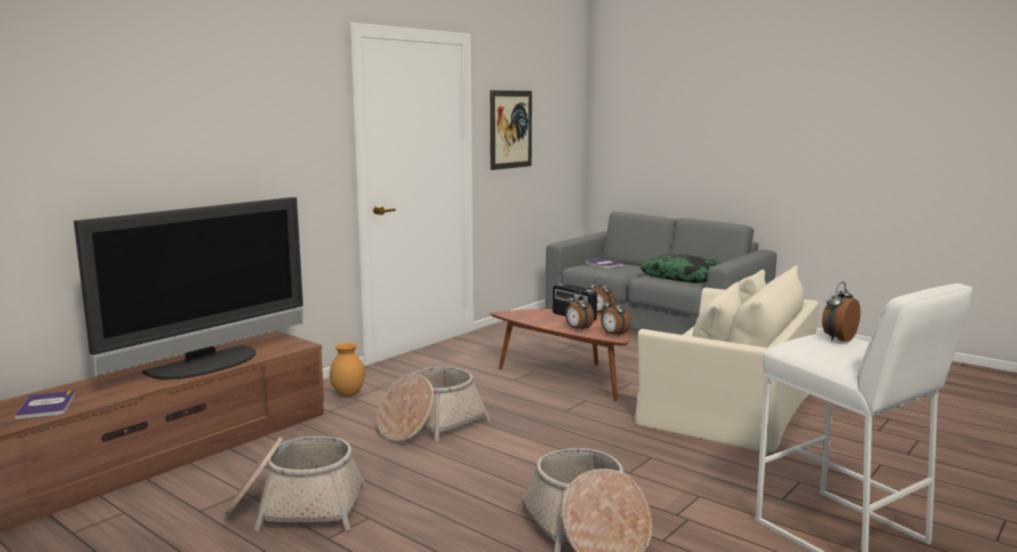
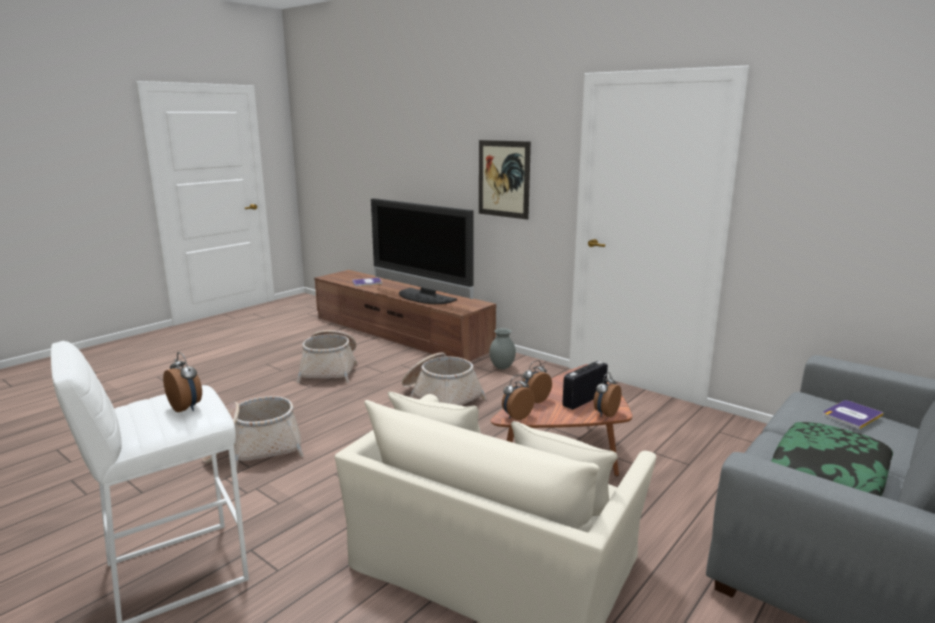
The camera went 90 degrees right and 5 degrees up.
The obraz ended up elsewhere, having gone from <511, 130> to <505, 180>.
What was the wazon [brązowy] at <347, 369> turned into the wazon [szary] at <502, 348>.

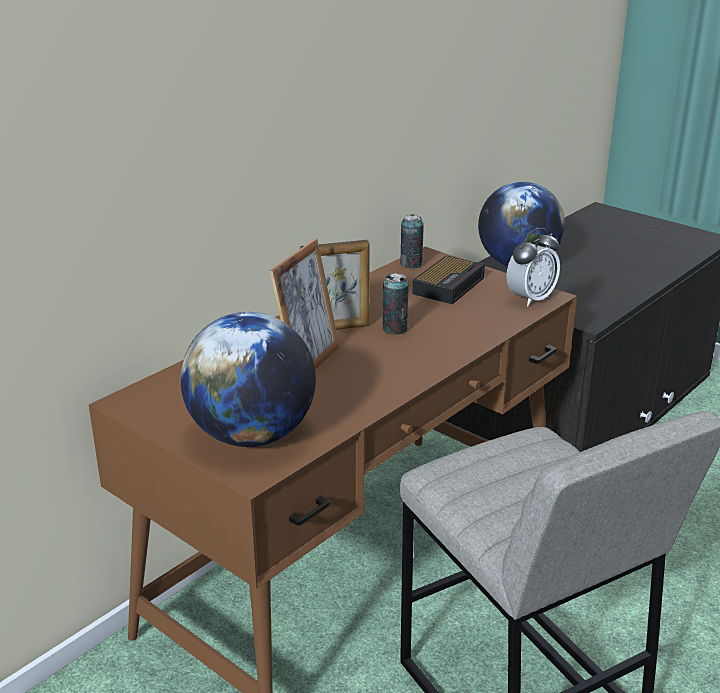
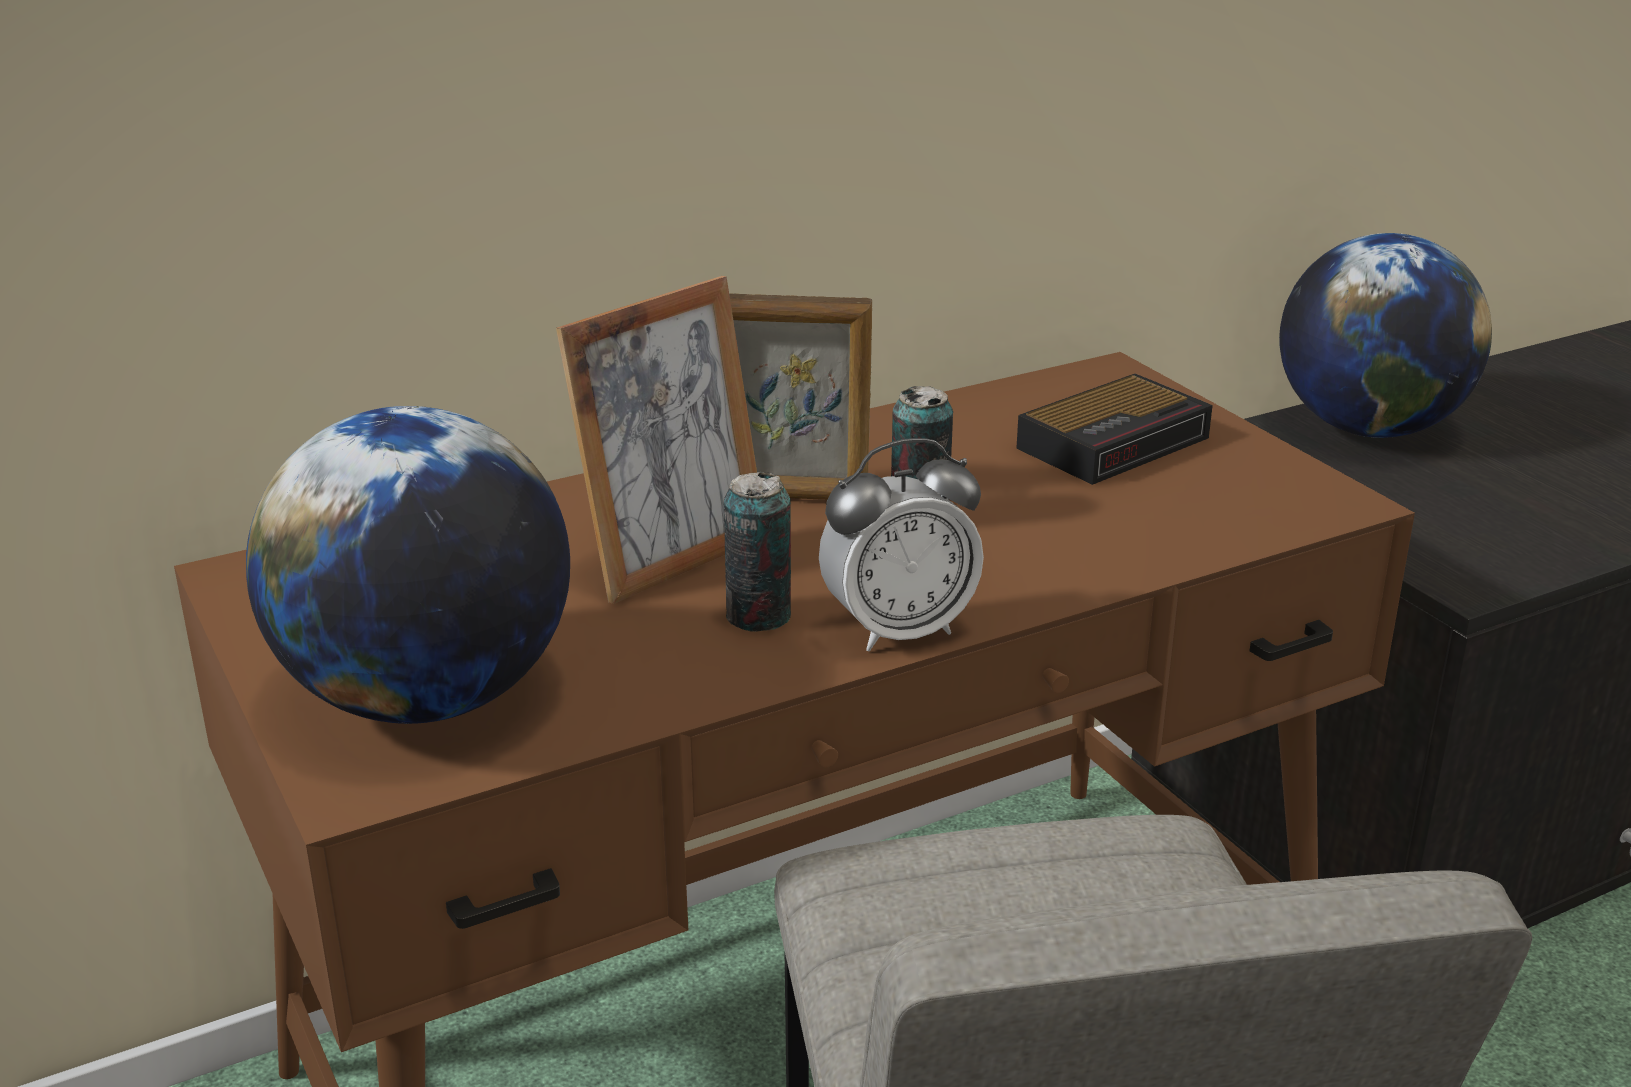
The camera went 20 degrees right and 0 degrees up.
The puszka ended up elsewhere, having gone from <412, 241> to <757, 552>.
The budzik ended up elsewhere, having gone from <533, 267> to <901, 545>.

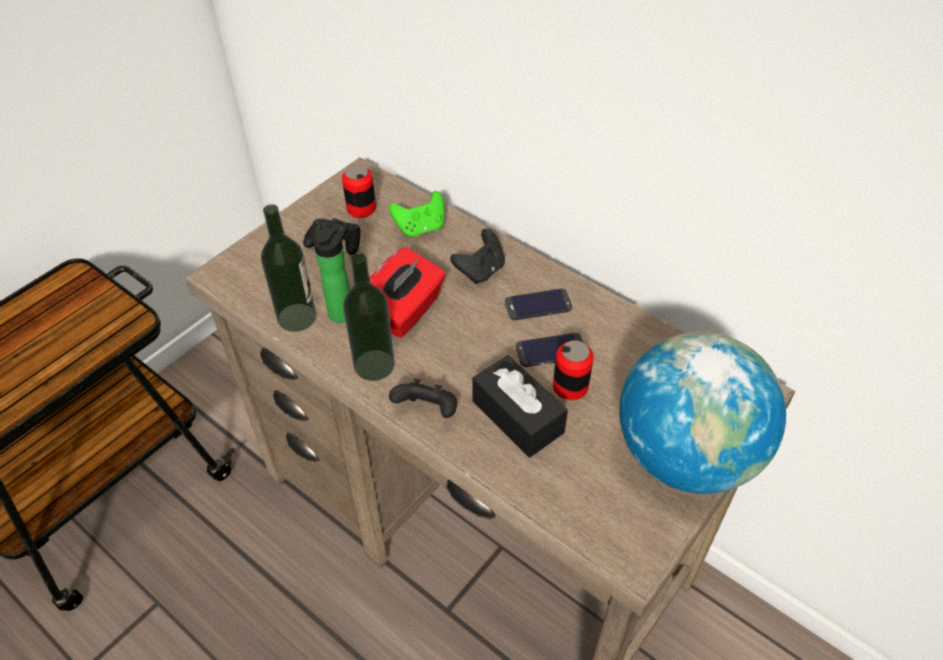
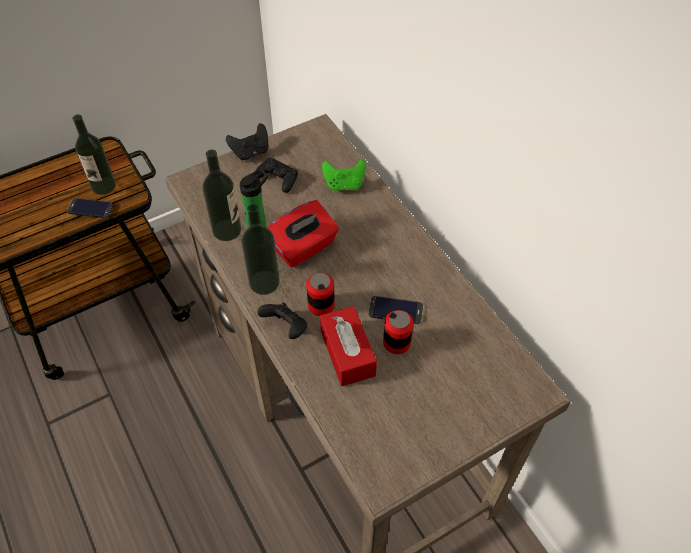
The camera went 20 degrees right and 5 degrees up.
The second view lost the globus at <702, 413>.
The second view gained the butelka at <94, 154>.
The puszka ended up elsewhere, having gone from <359, 191> to <320, 294>.
The pad do gier [czarny] ended up elsewhere, having gone from <477, 256> to <247, 142>.
The telefon ended up elsewhere, having gone from <539, 304> to <90, 208>.
What was the pudełko chusteczek [czarny] at <520, 406> turned into the pudełko chusteczek [czerwony] at <348, 346>.

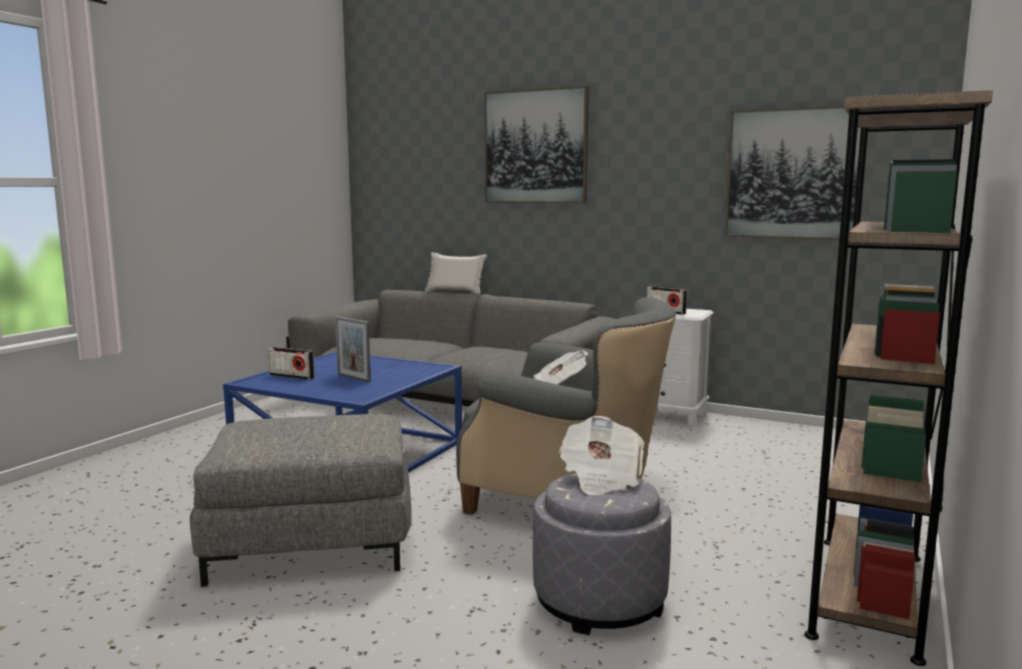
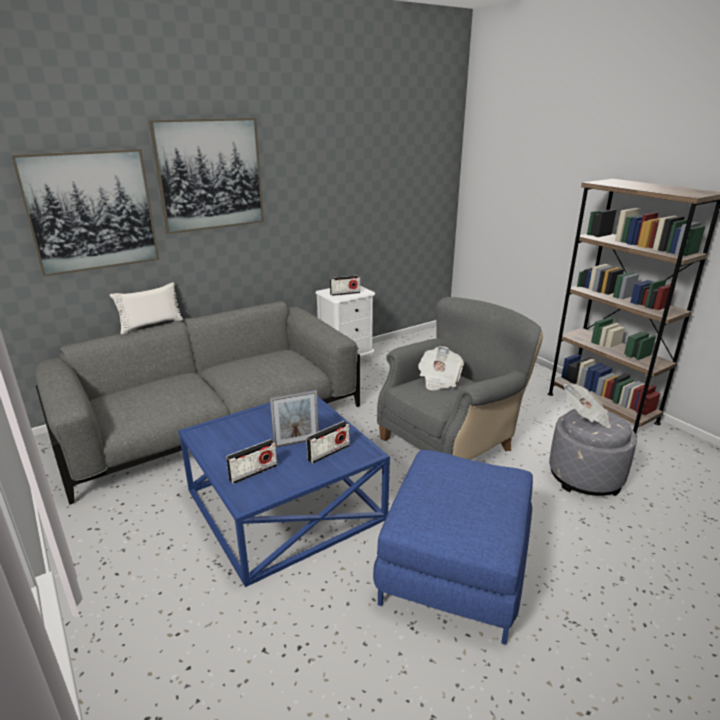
The camera went 60 degrees left and 15 degrees up.
The second view gained the radio at <328, 442>.
The obraz ended up elsewhere, having gone from <793, 173> to <85, 213>.
What was the pufa [szary] at <301, 500> turned into the pufa [niebieski] at <453, 547>.

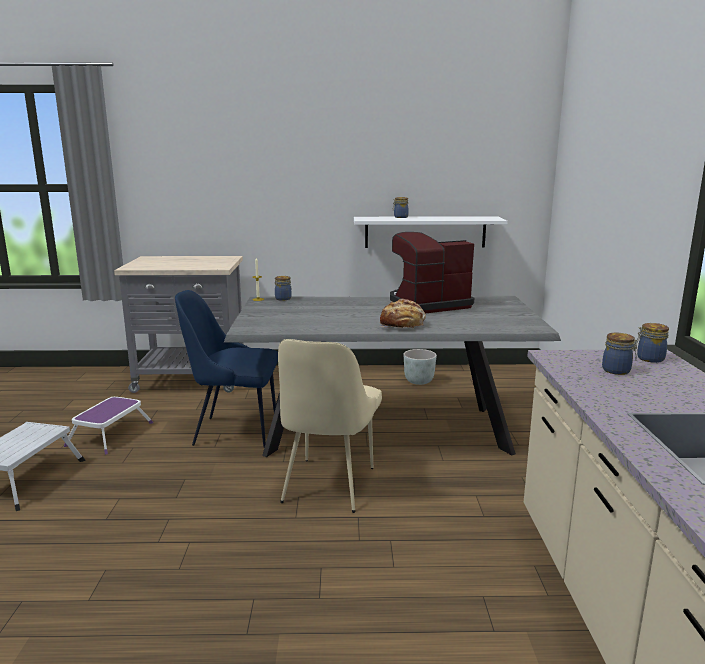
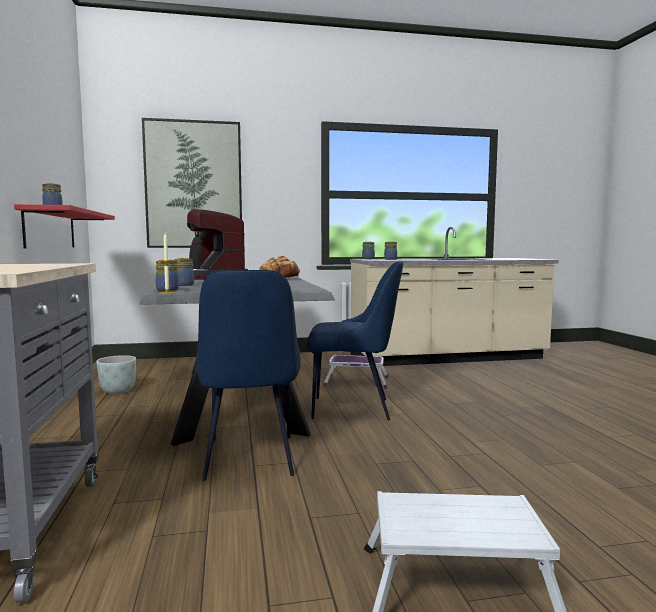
The camera went 100 degrees left and 10 degrees down.
The second view gained the obraz at <192, 183>.
The second view gained the słoik at <184, 272>.
The drabinka [fioletowy] ended up elsewhere, having gone from <108, 426> to <356, 372>.
What was the krzesło [beżowy] at <330, 426> turned into the krzesło [niebieski] at <355, 340>.
What was the półka [biały] at <431, 232> turned into the półka [czerwony] at <64, 226>.

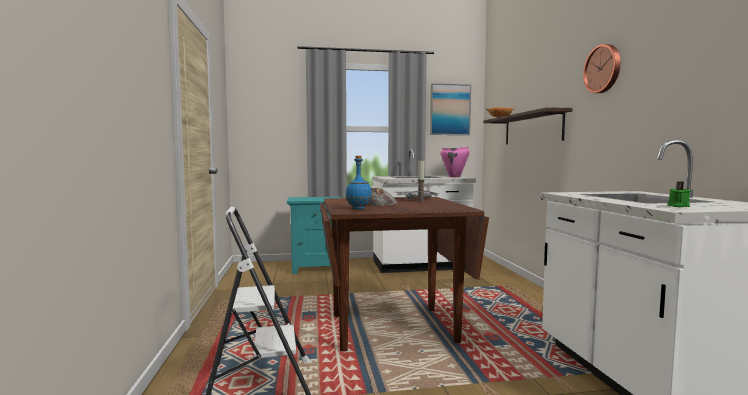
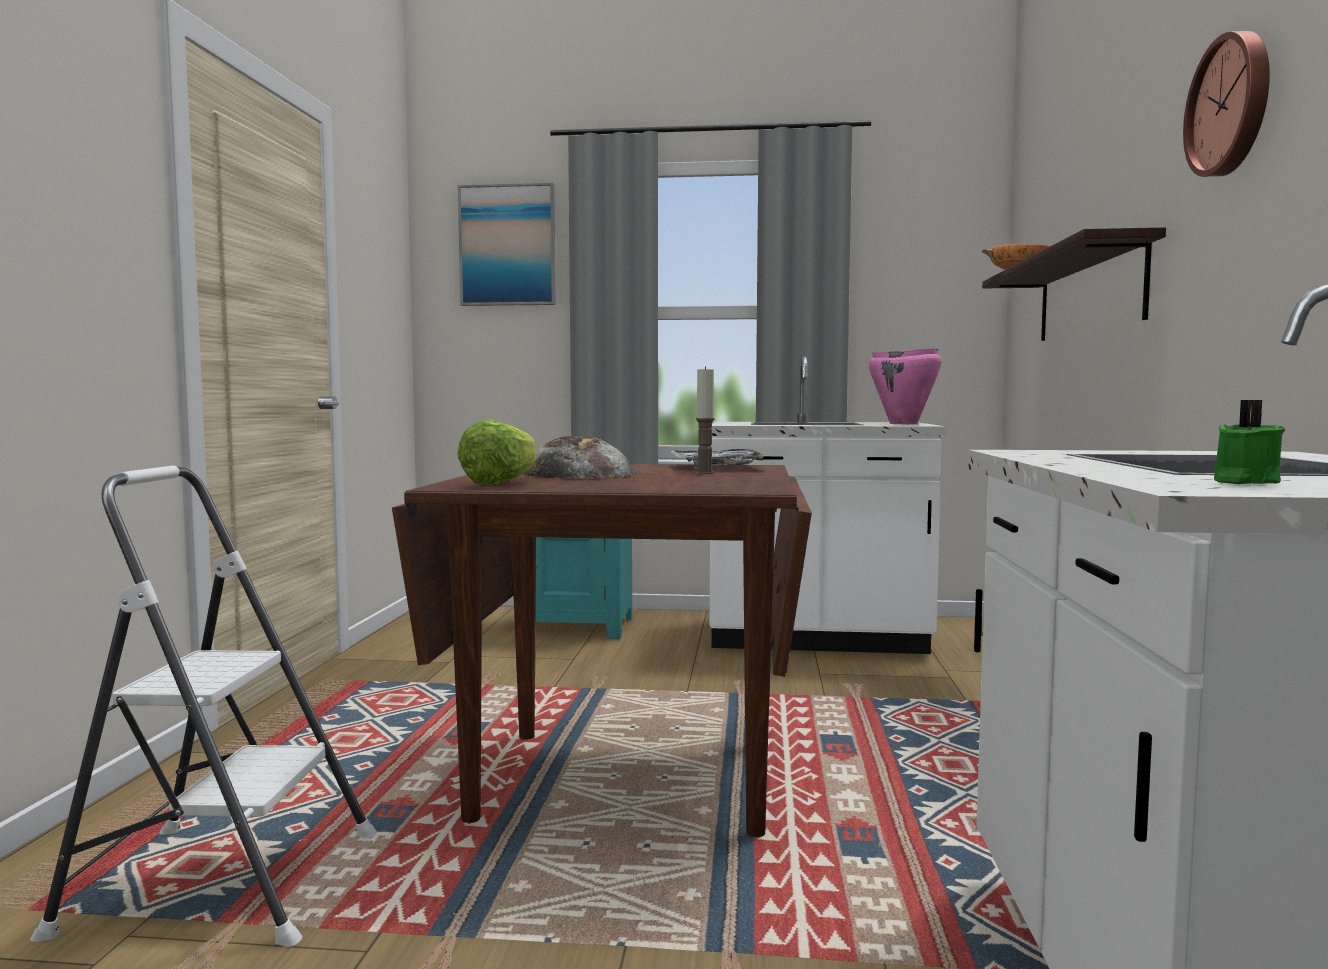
The camera went 15 degrees right and 0 degrees up.
The obraz ended up elsewhere, having gone from <450, 109> to <507, 244>.
Where the butelka [niebieski] stood at <358, 183>, the sałata came to stand at <496, 452>.

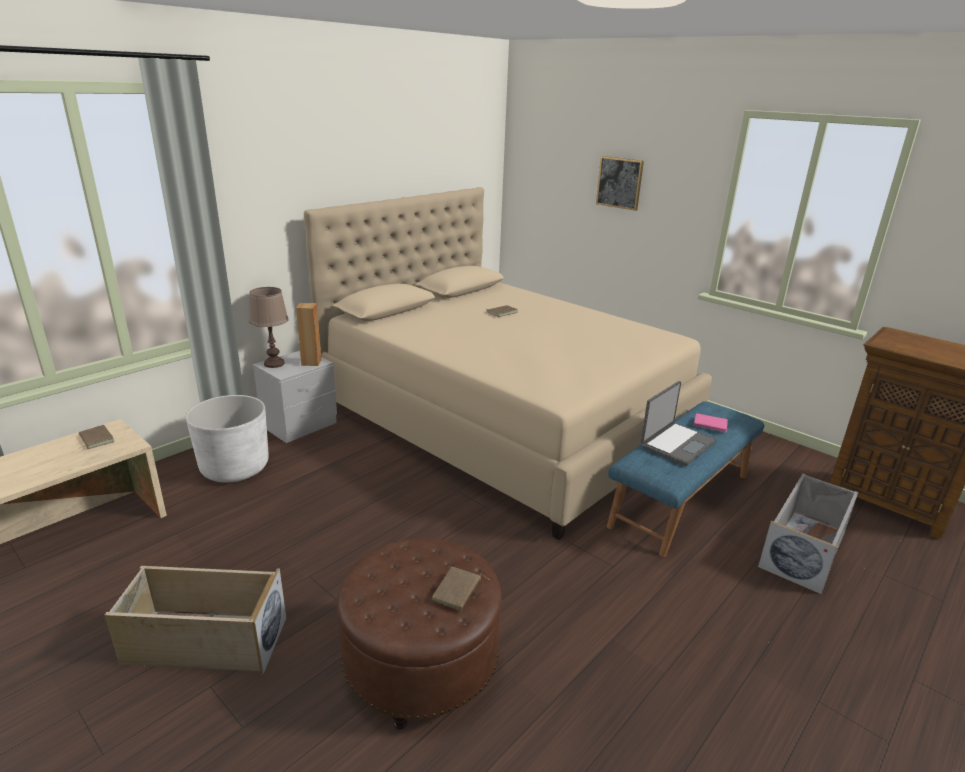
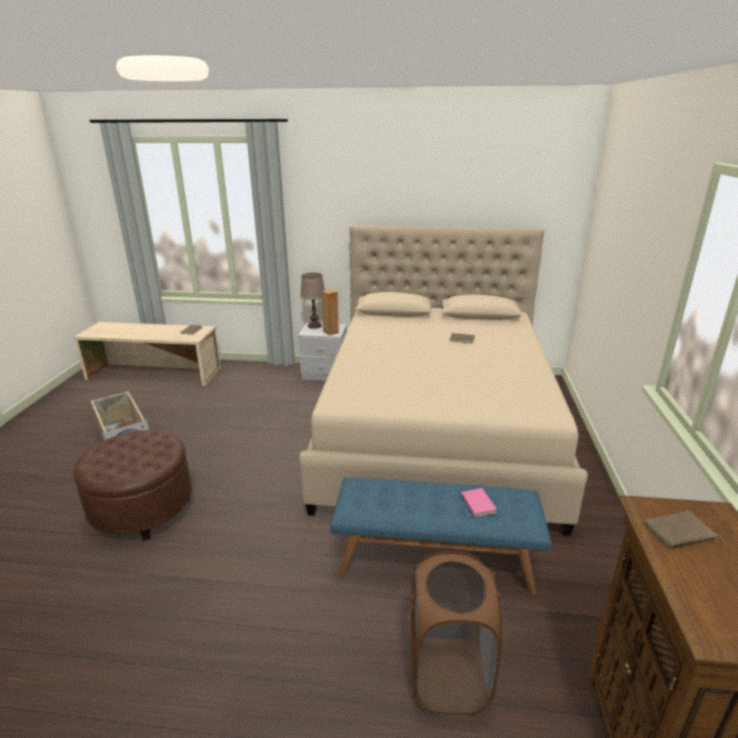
The camera went 55 degrees right and 0 degrees up.
The second view lost the donica [biały] at <227, 439>.
The second view lost the obraz at <620, 183>.
The second view lost the laptop at <679, 423>.
The książka [brązowy] ended up elsewhere, having gone from <461, 589> to <685, 530>.
Where the pojemnik do przechowywania [szary] stood at <808, 533>, the kosz na pranie [brązowy] came to stand at <456, 633>.

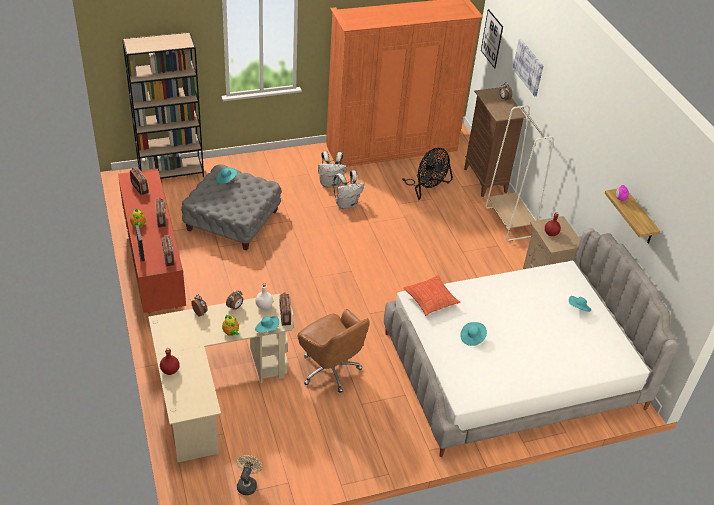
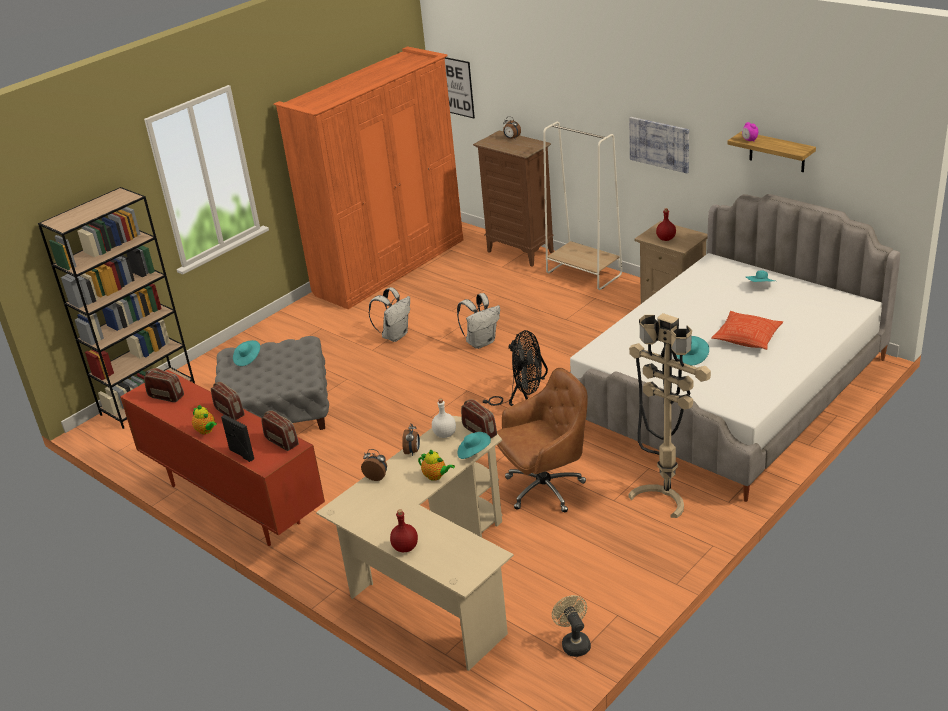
The camera went 25 degrees left and 10 degrees down.
The second view gained the lampa stojąca [beżowy] at <669, 415>.
The plecak [biały] ended up elsewhere, having gone from <332, 169> to <478, 321>.
The wentylator [czarny] ended up elsewhere, having gone from <427, 174> to <515, 368>.
The poduszka [pomarańczowy] ended up elsewhere, having gone from <431, 295> to <747, 330>.
The obraz ended up elsewhere, having gone from <528, 68> to <659, 145>.
The krzesło biurowe [brązowy] at <333, 351> ended up facing another way, 45 degrees counterclockwise from before.

